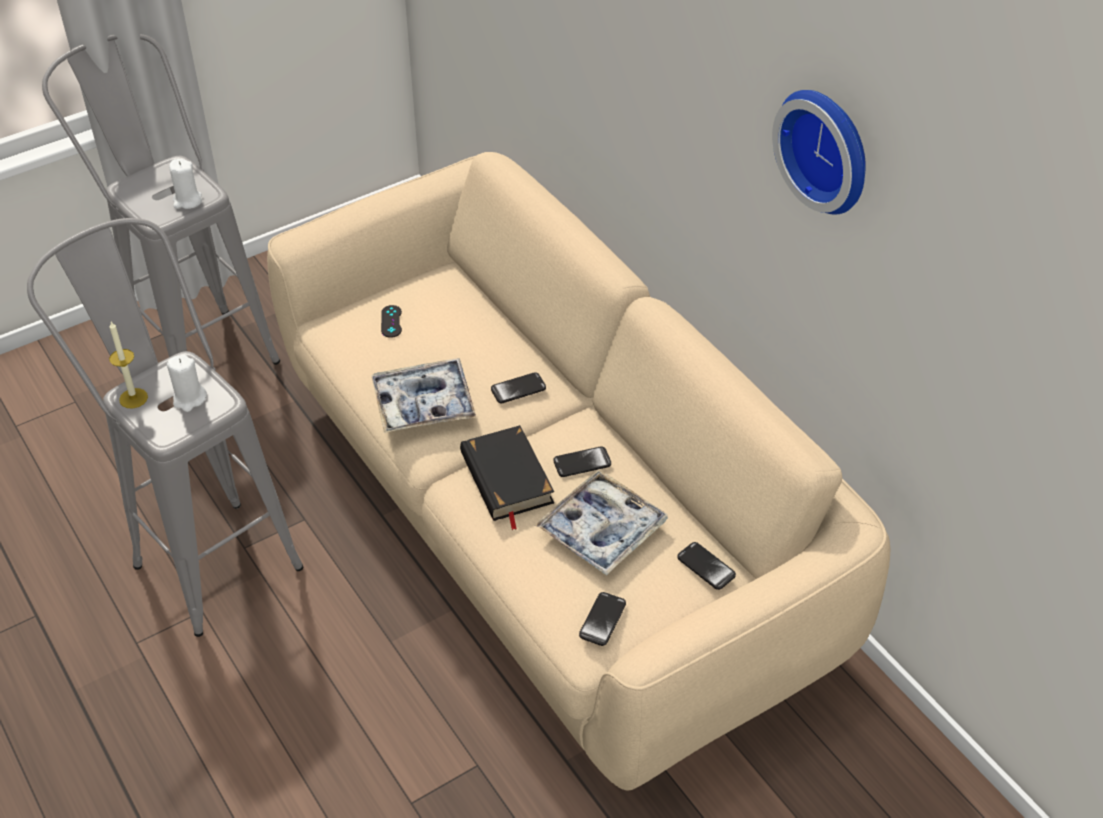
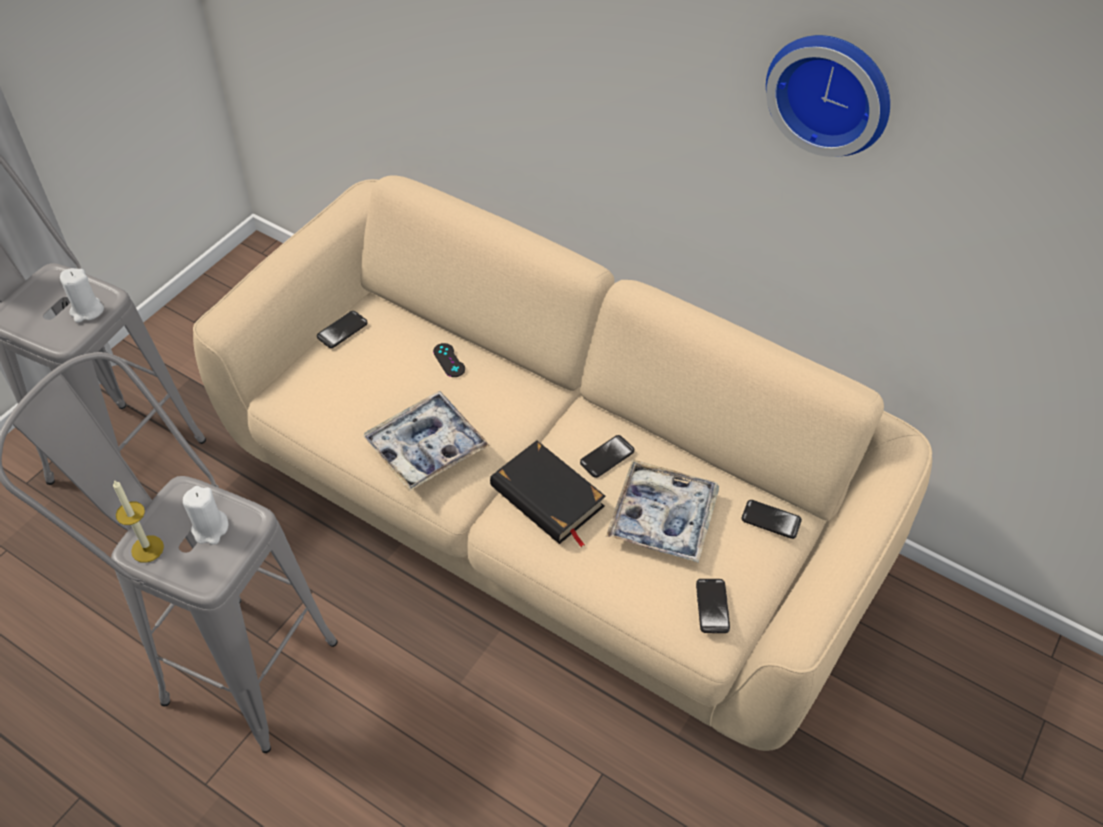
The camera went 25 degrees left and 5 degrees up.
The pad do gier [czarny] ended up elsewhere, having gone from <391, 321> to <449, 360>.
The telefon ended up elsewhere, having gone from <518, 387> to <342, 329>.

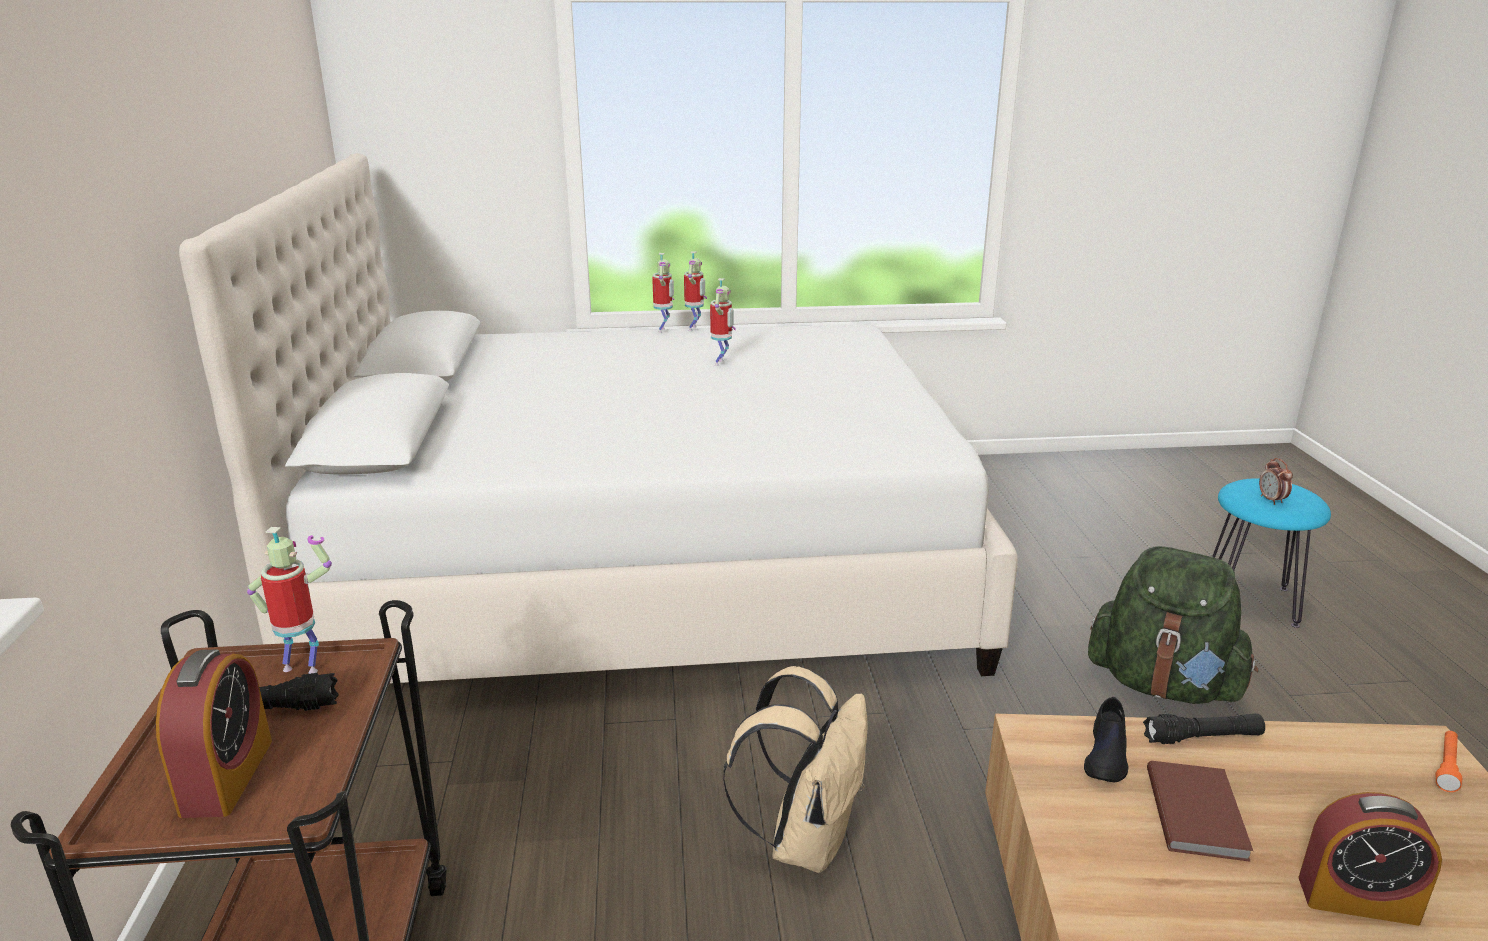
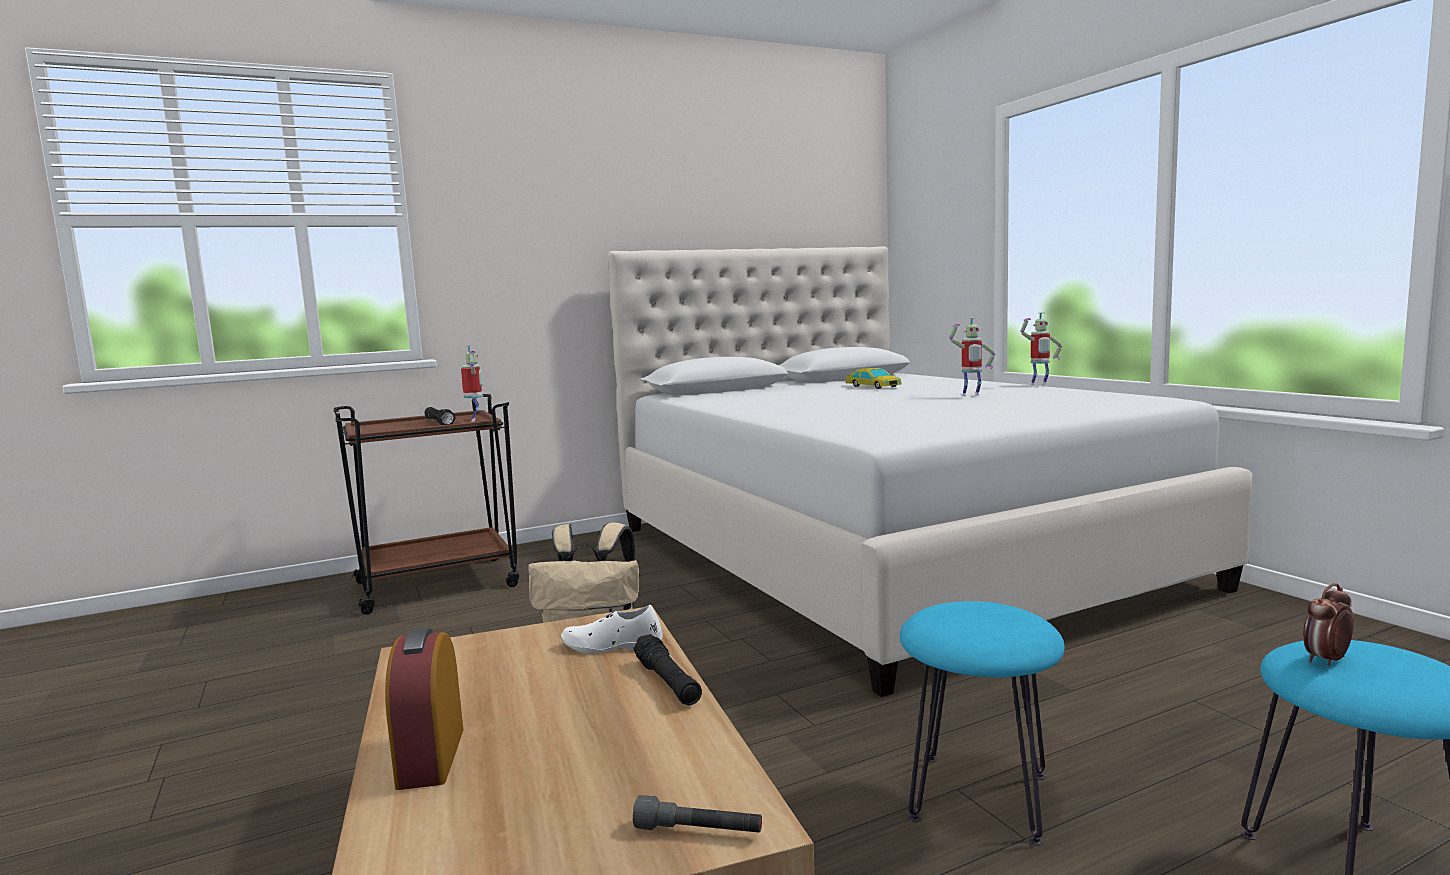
The camera went 70 degrees right and 15 degrees down.
The second view lost the budzik at <214, 733>.
The second view lost the robot zabawkowy at <663, 293>.
The second view lost the książka [brązowy] at <1200, 811>.
The second view gained the samochodzik at <874, 378>.
Where the plecak [zielony] stood at <1173, 625>, the stołek [turkusowy] came to stand at <982, 723>.
What was the but [czarny] at <1106, 739> turned into the but [biały] at <612, 629>.
What was the latarka [pomarańczowy] at <1449, 761> turned into the latarka [szary] at <697, 814>.

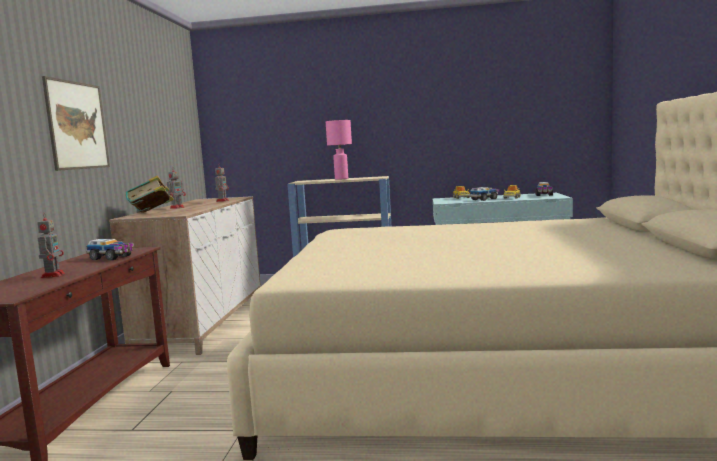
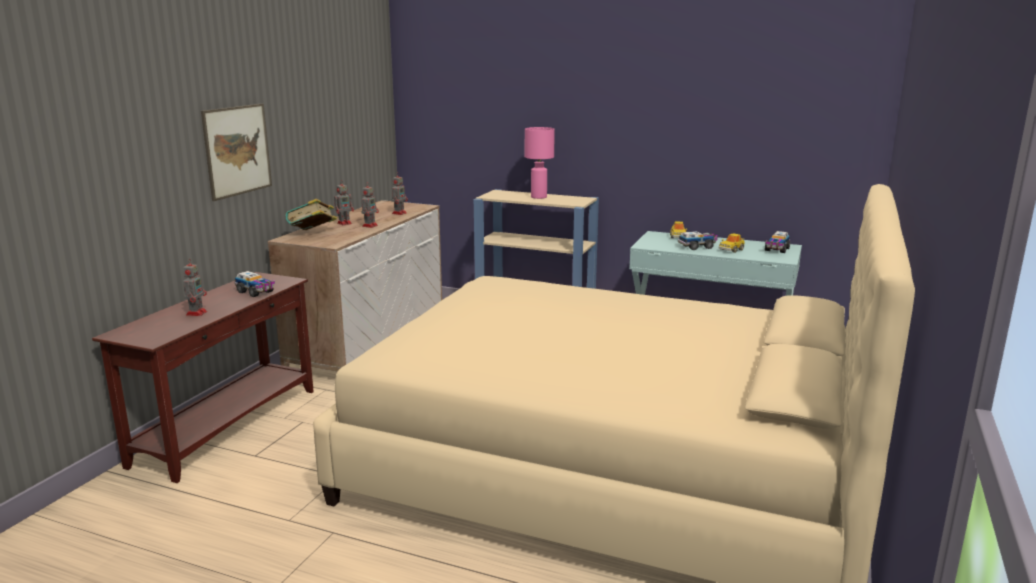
The camera went 15 degrees right and 10 degrees up.
The second view gained the robot zabawkowy at <370, 207>.

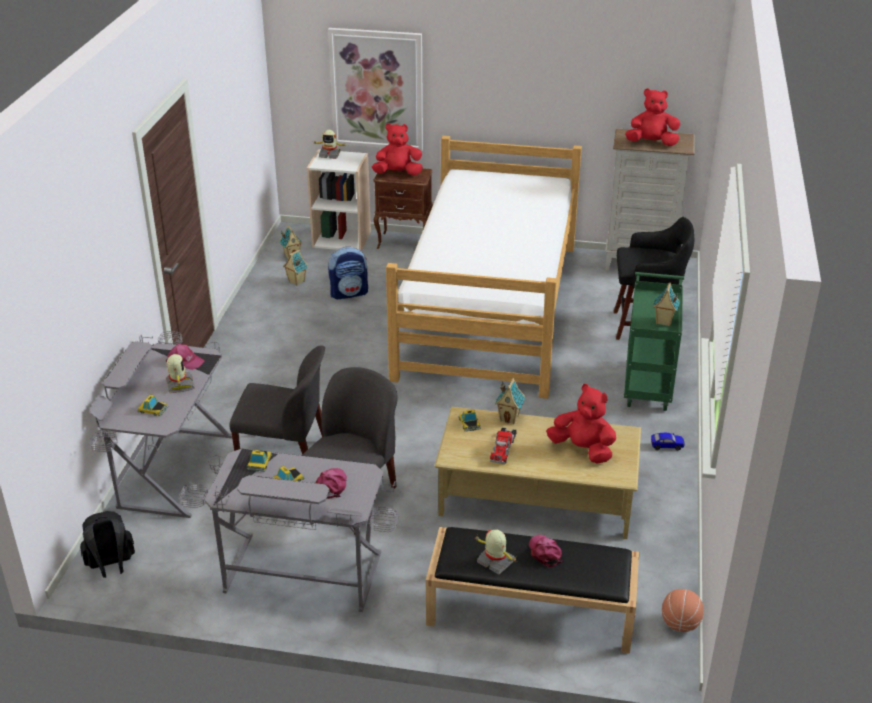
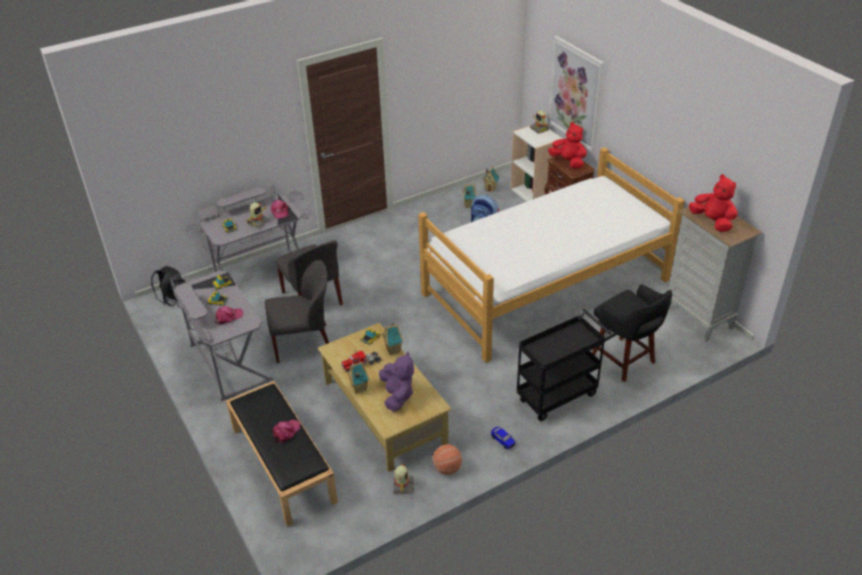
The camera went 50 degrees right and 5 degrees up.
The robot zabawkowy ended up elsewhere, having gone from <495, 552> to <404, 479>.
The domek ended up elsewhere, having gone from <666, 305> to <358, 378>.
The piłka do koszykówki ended up elsewhere, having gone from <683, 610> to <447, 459>.
What was the pluszak [czerwony] at <581, 424> turned into the pluszak [fioletowy] at <396, 381>.
What was the wózek [zielony] at <654, 341> turned into the wózek [czarny] at <564, 365>.

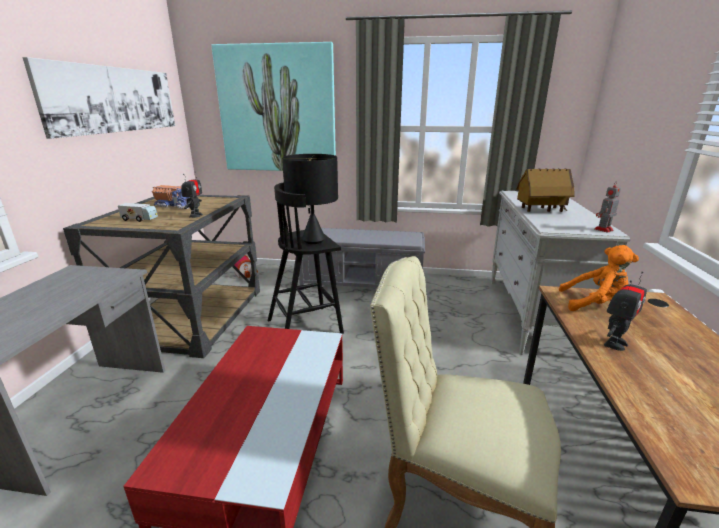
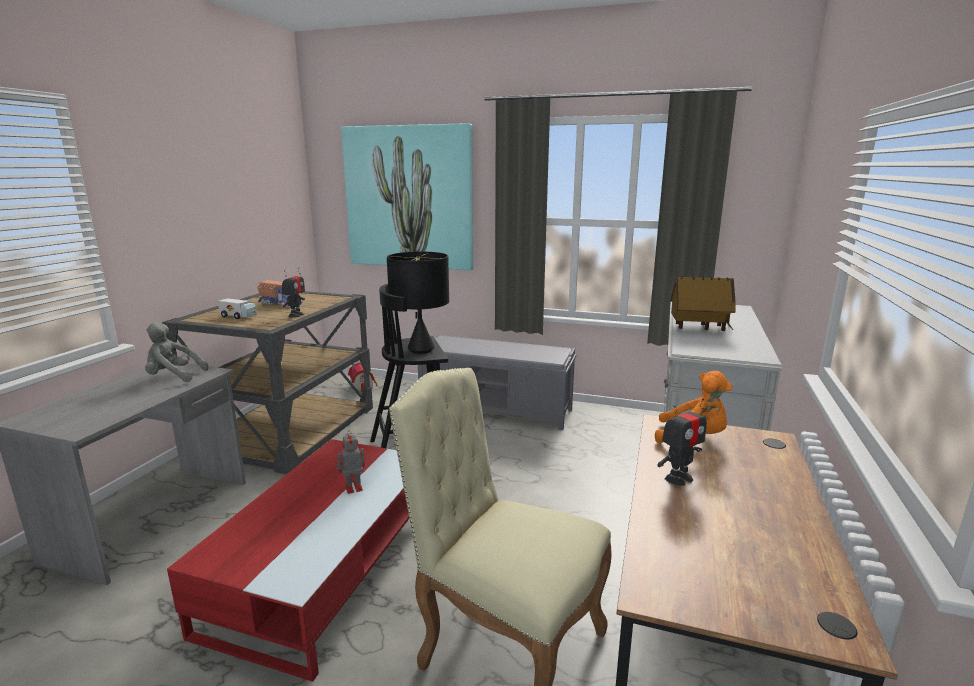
The camera went 10 degrees right and 5 degrees down.
The second view lost the obraz at <98, 98>.
The second view gained the pluszak [szary] at <177, 352>.
The robot zabawkowy ended up elsewhere, having gone from <607, 207> to <351, 462>.

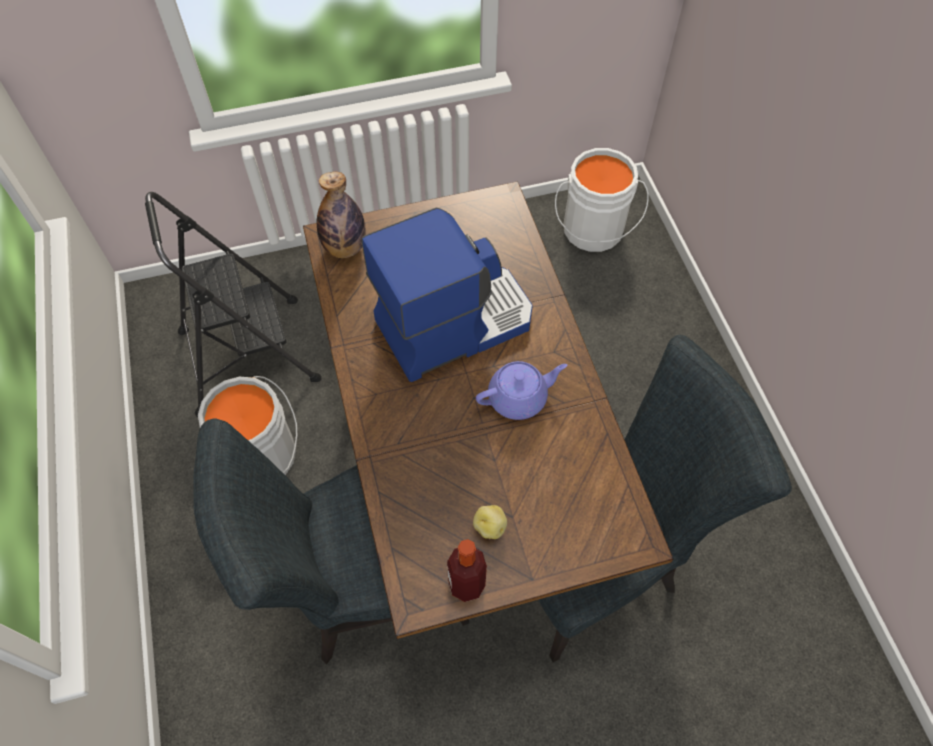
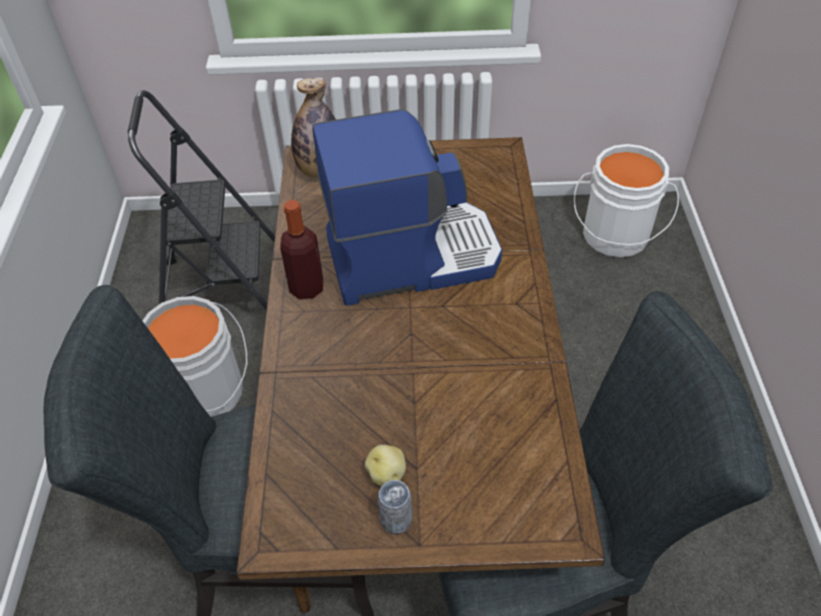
The camera went 15 degrees right and 10 degrees down.
The second view lost the imbryk [fioletowy] at <521, 390>.
The second view gained the puszka at <395, 507>.
The butelka ended up elsewhere, having gone from <467, 570> to <301, 249>.

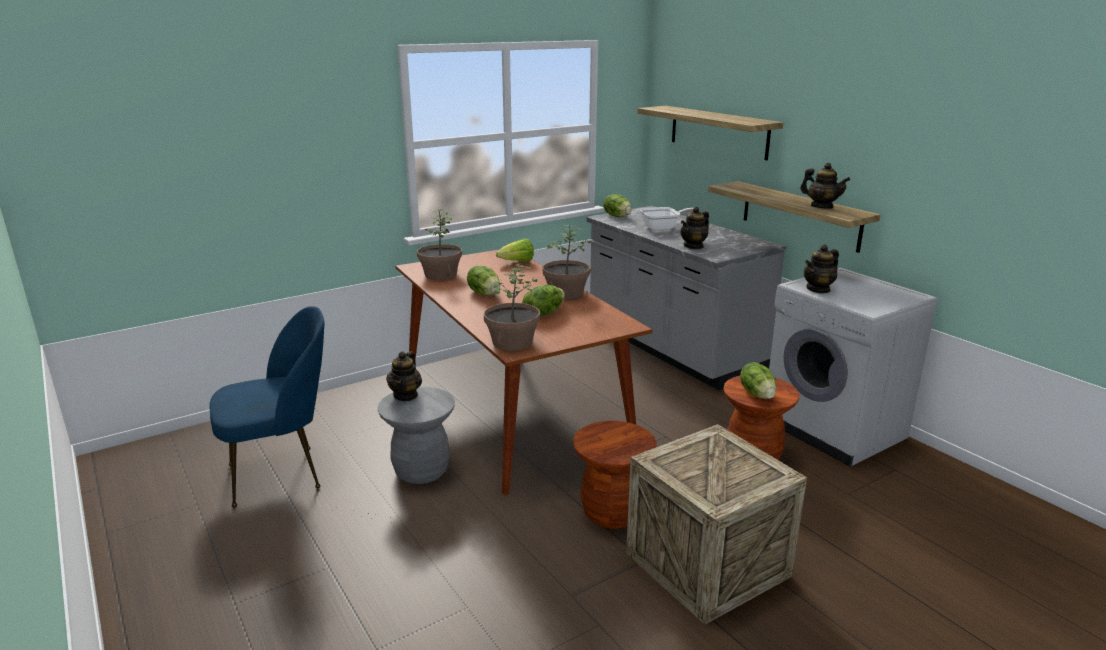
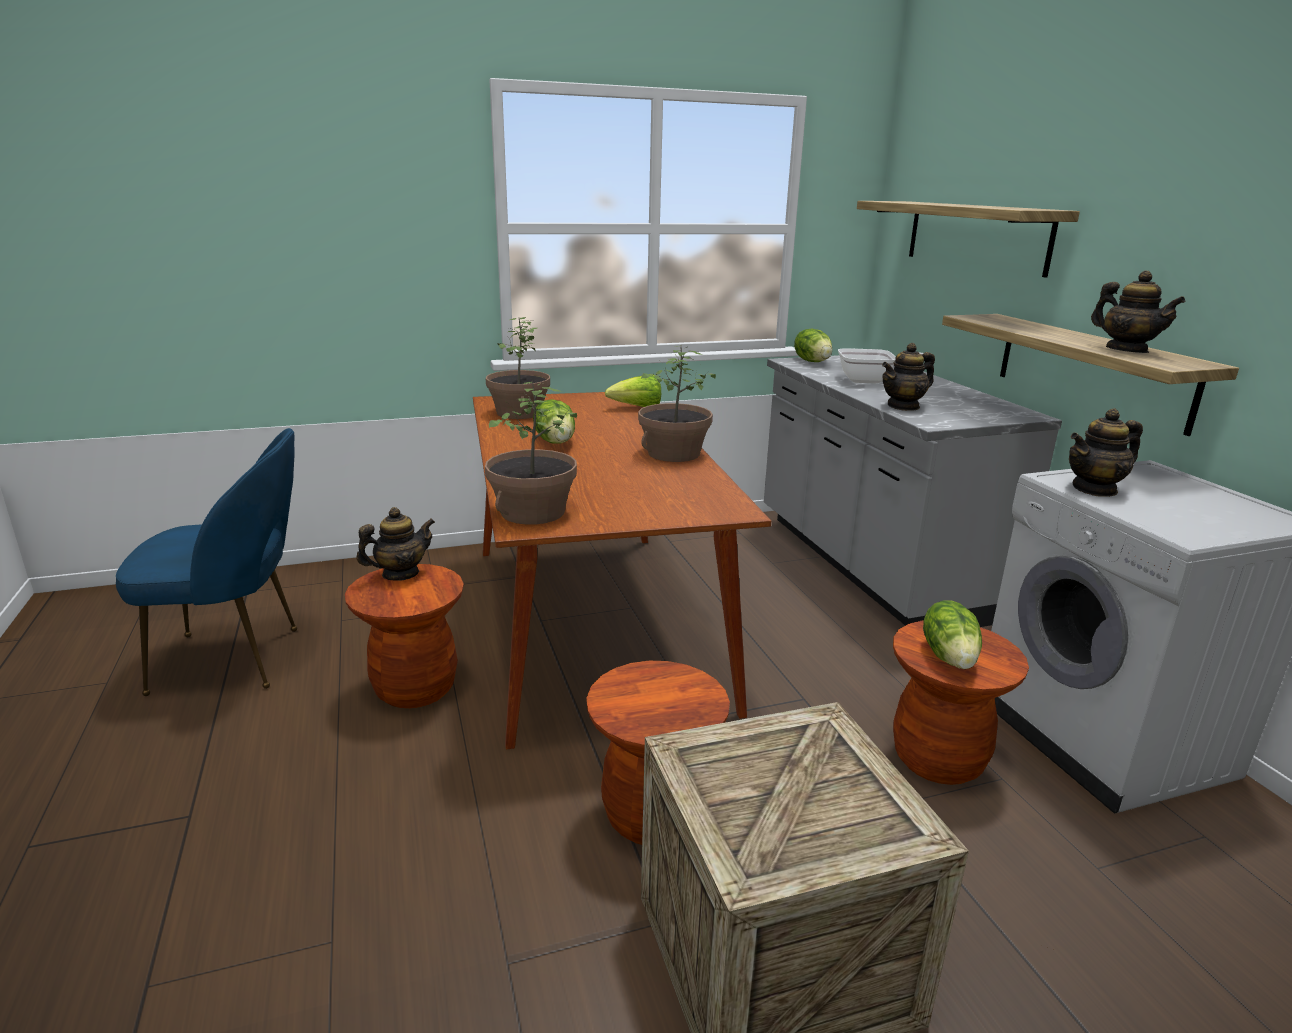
The camera went 15 degrees right and 0 degrees up.
The second view lost the sałata at <543, 300>.
What was the stołek [szary] at <416, 435> turned into the stołek [brązowy] at <404, 636>.
The imbryk at <404, 376> ended up facing another way, 150 degrees counterclockwise from before.

